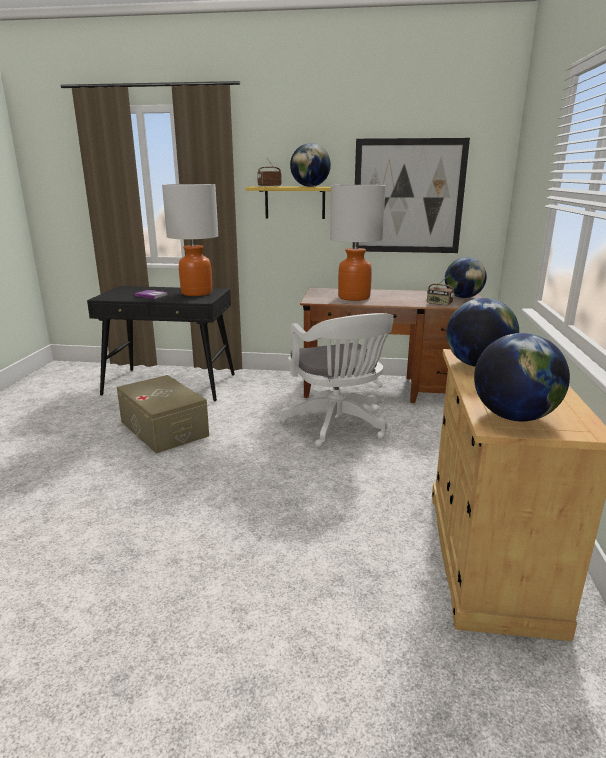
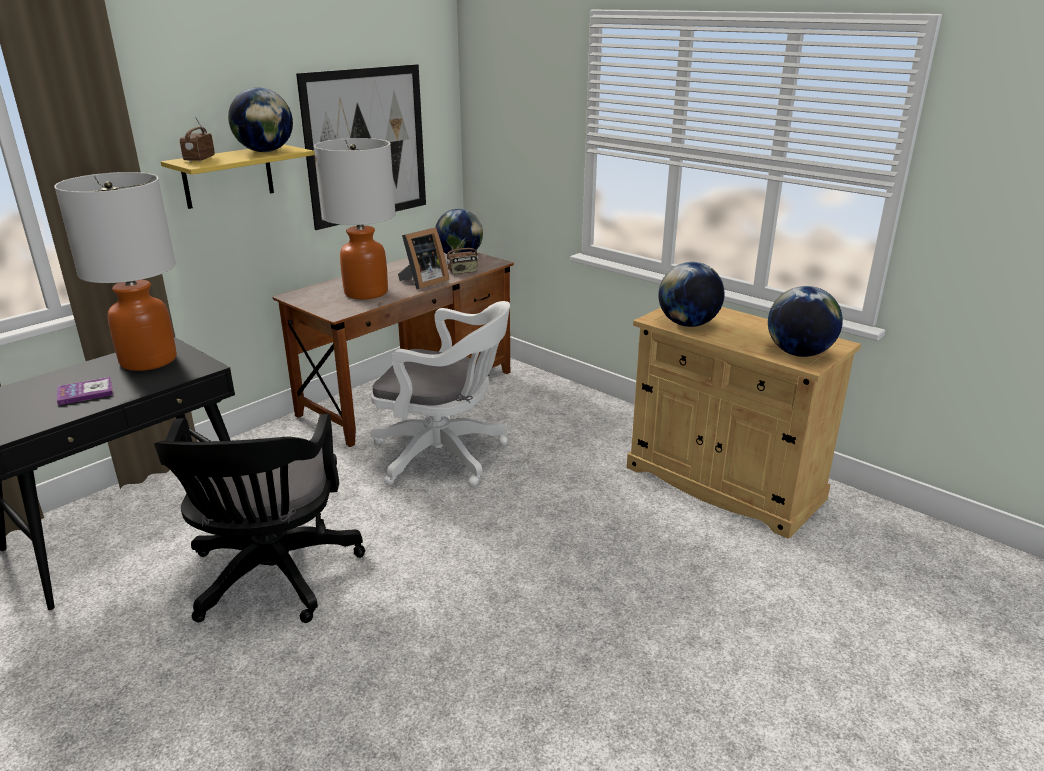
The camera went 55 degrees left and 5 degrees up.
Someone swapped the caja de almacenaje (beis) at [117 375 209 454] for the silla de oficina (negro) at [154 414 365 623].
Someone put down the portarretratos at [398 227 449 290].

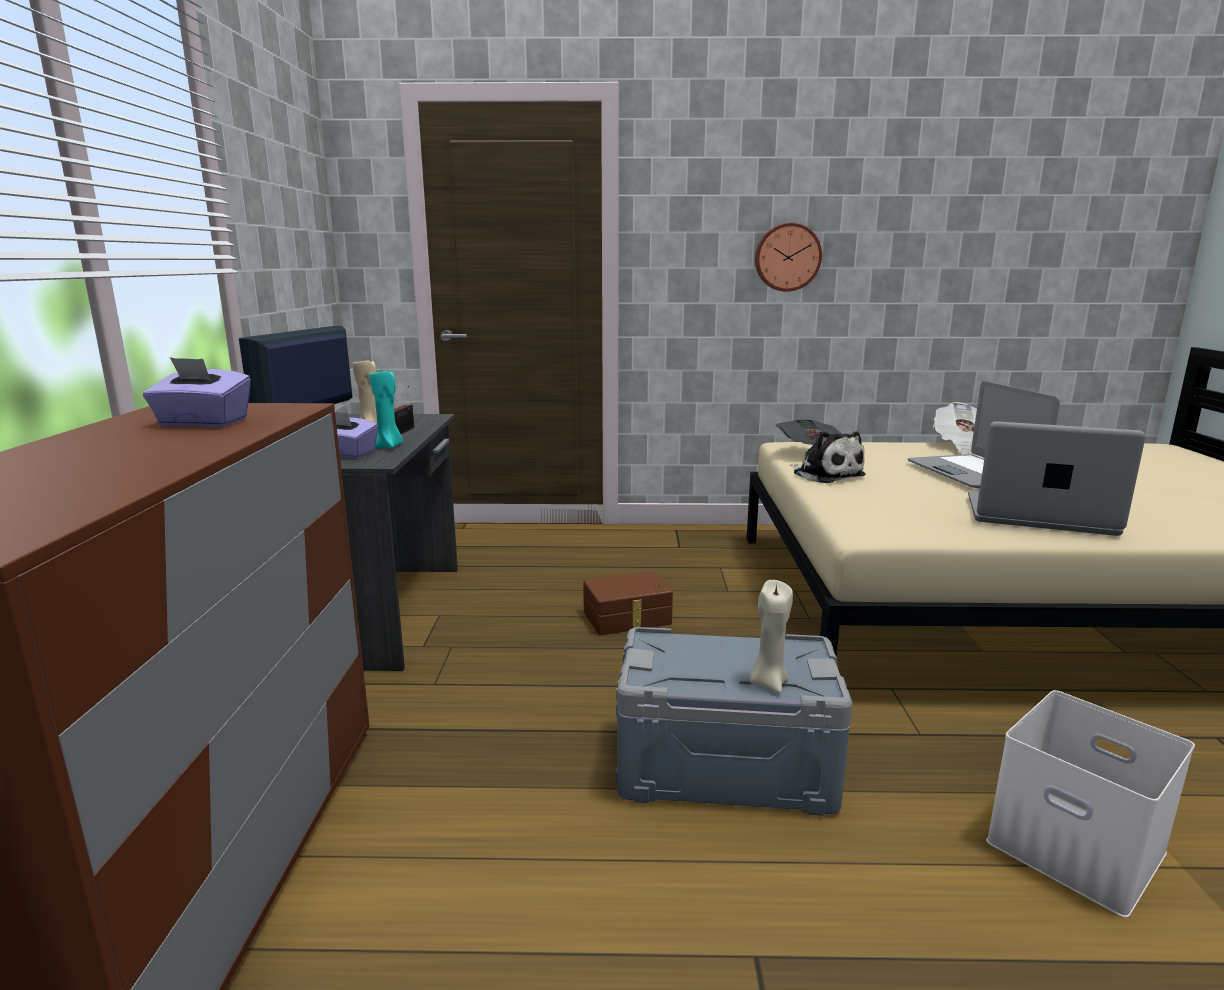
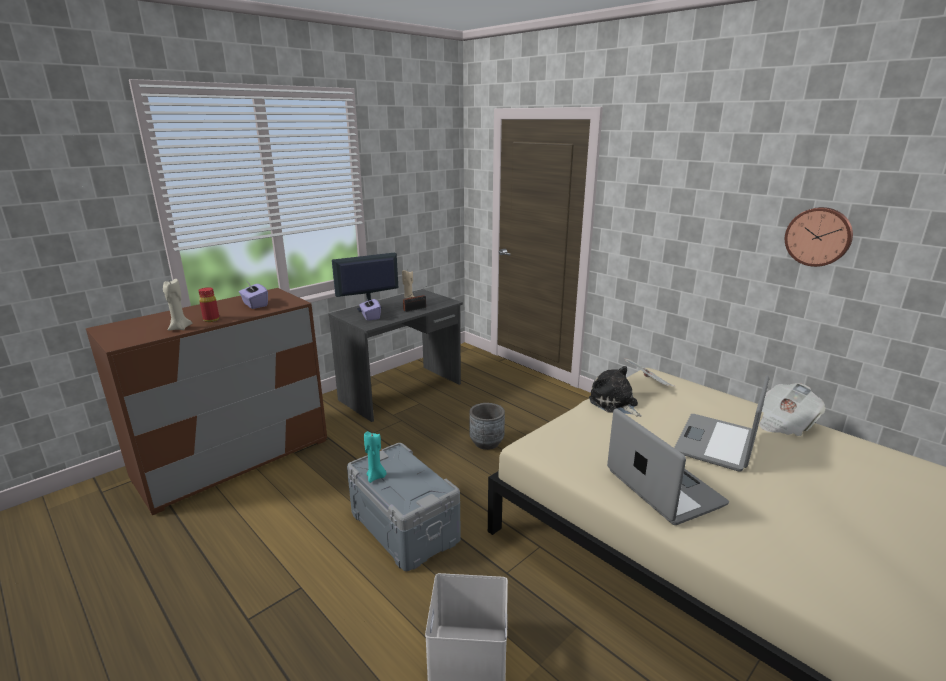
The camera went 45 degrees right and 5 degrees up.
Someone carried the reloj de pared from [755 223 822 292] to [785 207 853 267].
Someone carried the vela (turquesa) from [370 369 403 448] to [364 431 387 483].
Someone rotated the peluche at [790 431 866 483] by 135 degrees clockwise.
Someone swapped the caja de almacenaje (marrón) at [583 571 673 635] for the maceta (gris) at [469 403 505 450].
Someone carried the vela (beis) from [749 580 793 693] to [163 279 192 331].
Someone put down the botella (rojo) at [198 287 219 322].

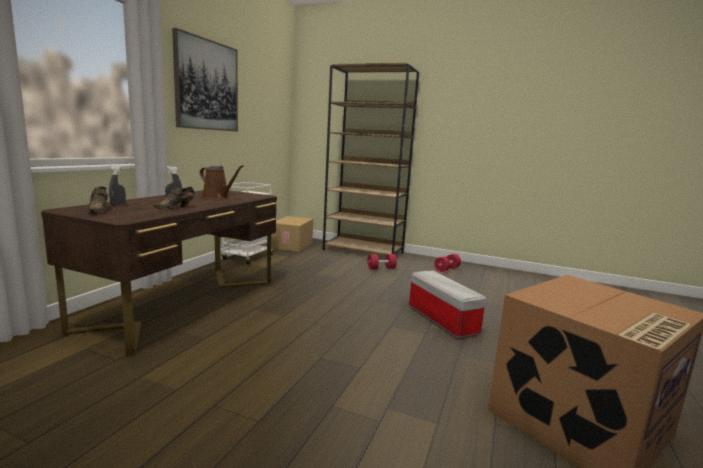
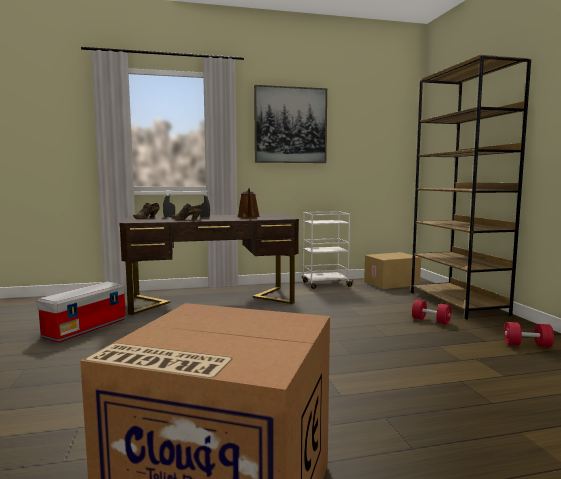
The camera went 55 degrees right and 5 degrees down.
Someone carried the caja de almacenaje from [409 270 486 339] to [37 282 126 342].

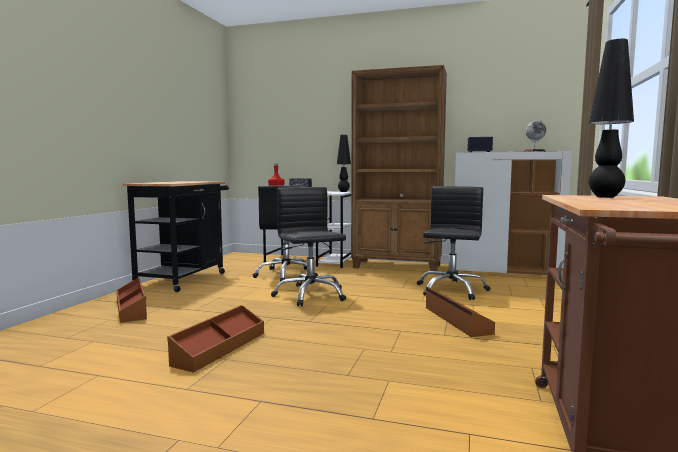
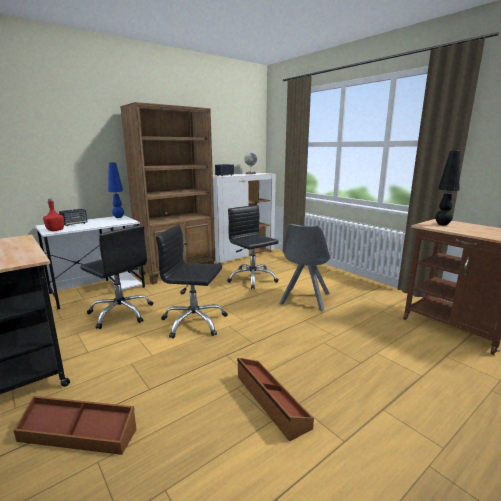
The camera went 55 degrees left and 10 degrees up.
Someone repainted the lámpara de mesa (negro) at [337 135 351 192], which became the lámpara de mesa (azul) at [108 162 124 218].
Someone swapped the caja de almacenaje (marrón) at [426 287 495 337] for the silla (gris) at [279 224 333 311].

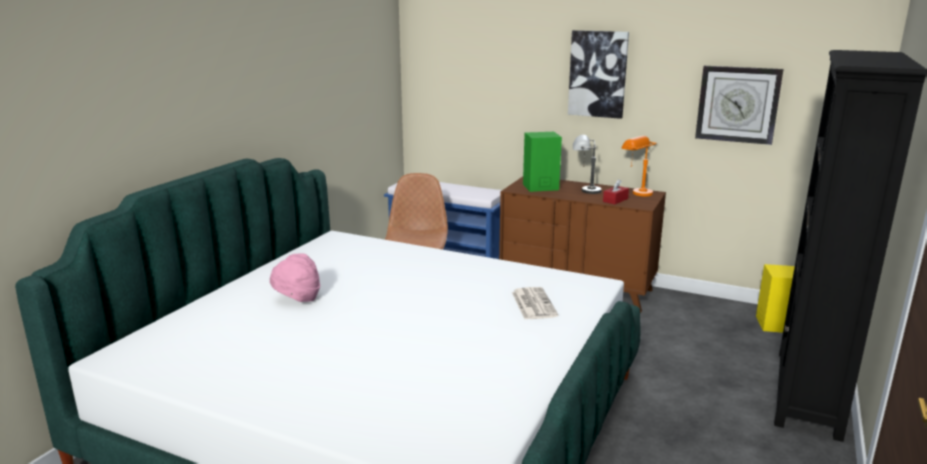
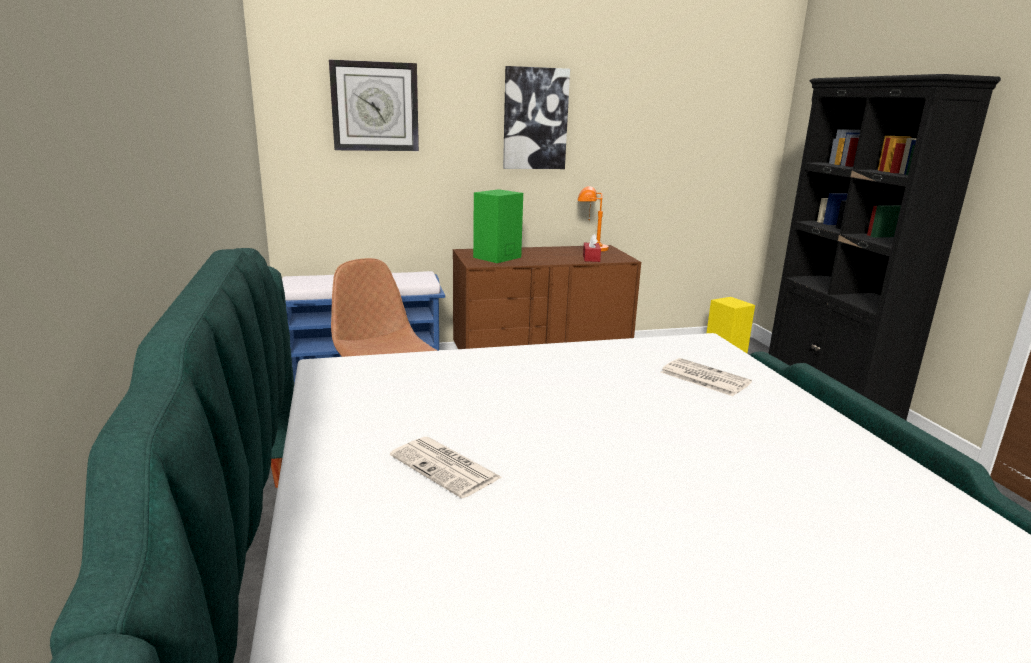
The camera went 40 degrees left and 0 degrees up.
Someone carried the reloj de pared from [695 66 784 145] to [329 60 419 151].
Someone took away the lámpara de mesa (gris) at [573 135 602 194].
Someone swapped the sombrero (rosa) at [270 254 320 302] for the periódico at [390 437 503 498].

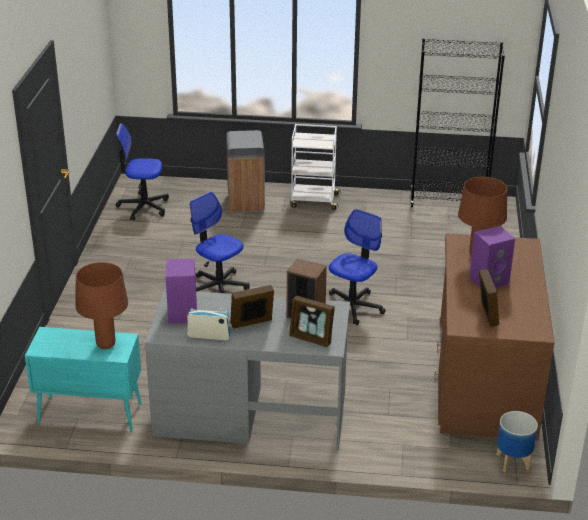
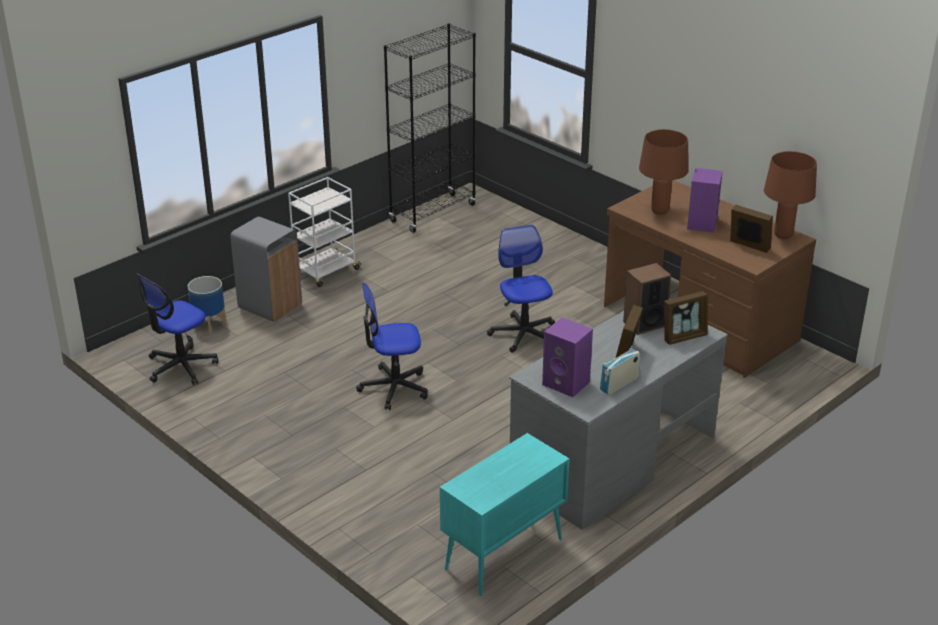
The camera went 50 degrees left and 0 degrees up.
Someone carried the lámpara de mesa (marrón) from [76 262 128 349] to [764 151 817 239].
Someone carried the maceta from [497 411 538 472] to [188 276 226 334].

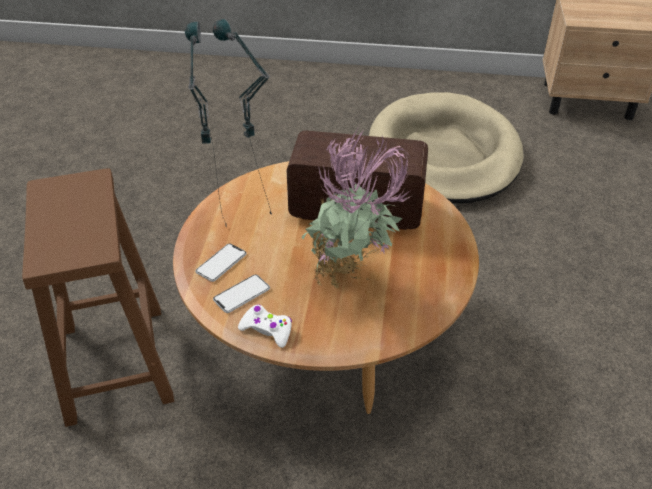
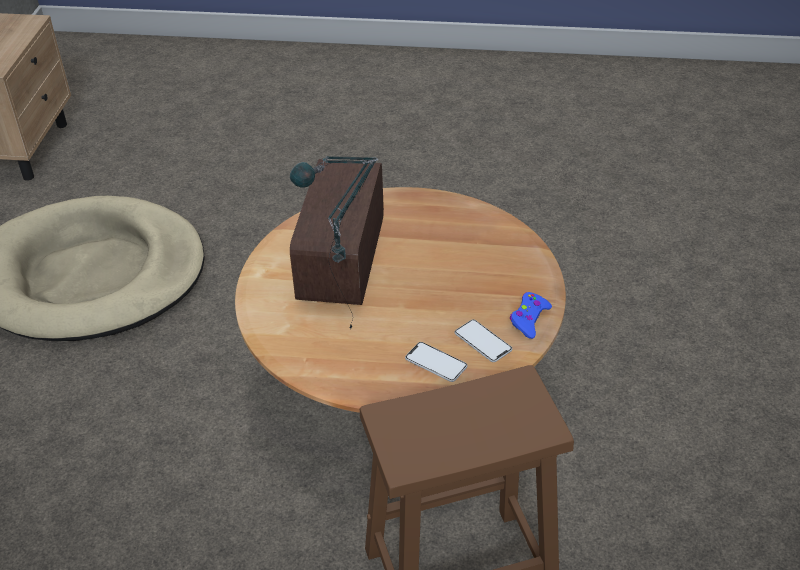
The camera went 90 degrees left and 0 degrees up.
Someone took away the lámpara de mesa at [185 22 227 225].
Someone took away the planta en maceta at [301 126 411 289].
Someone repainted the mando de consola (blanco) at [238 304 292 348], which became the mando de consola (azul) at [510 292 552 339].

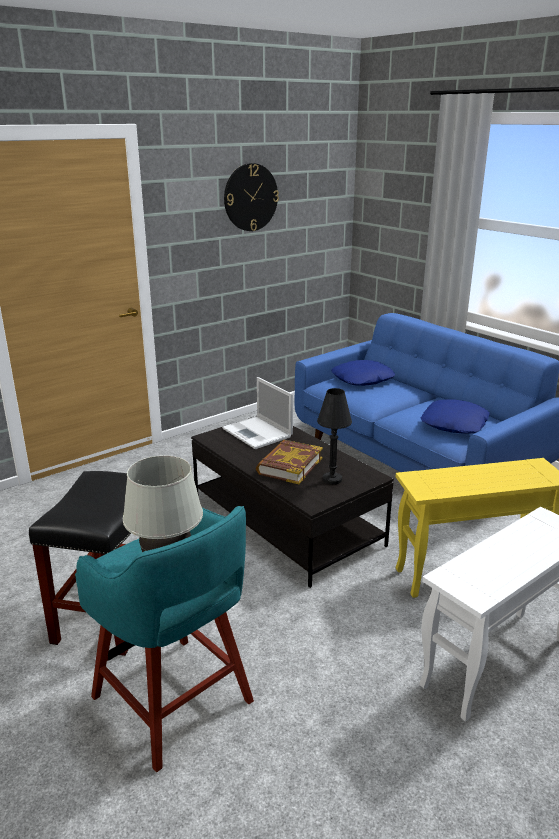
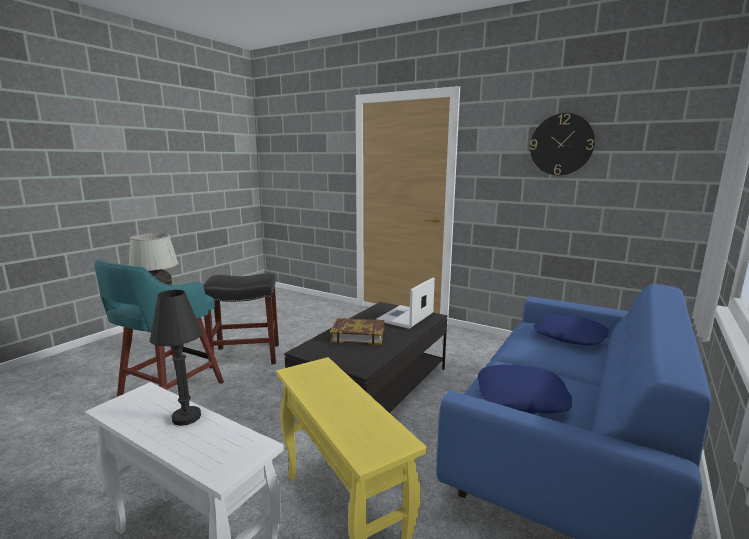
The camera went 70 degrees right and 10 degrees down.
Someone carried the lámpara de mesa (negro) from [317 388 352 485] to [150 290 203 426].

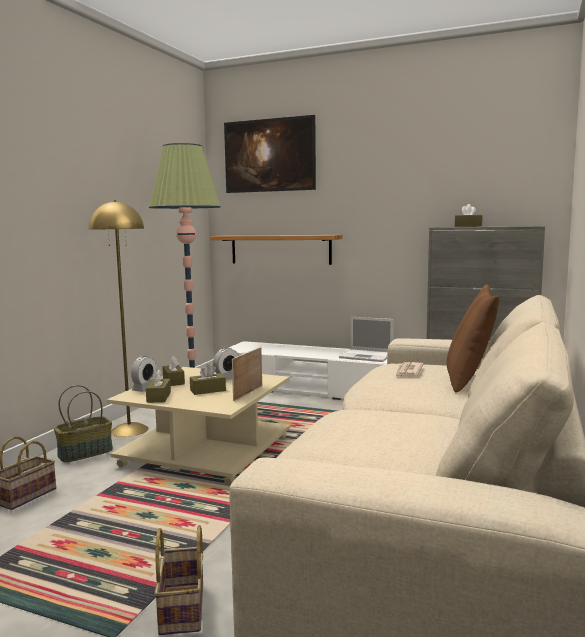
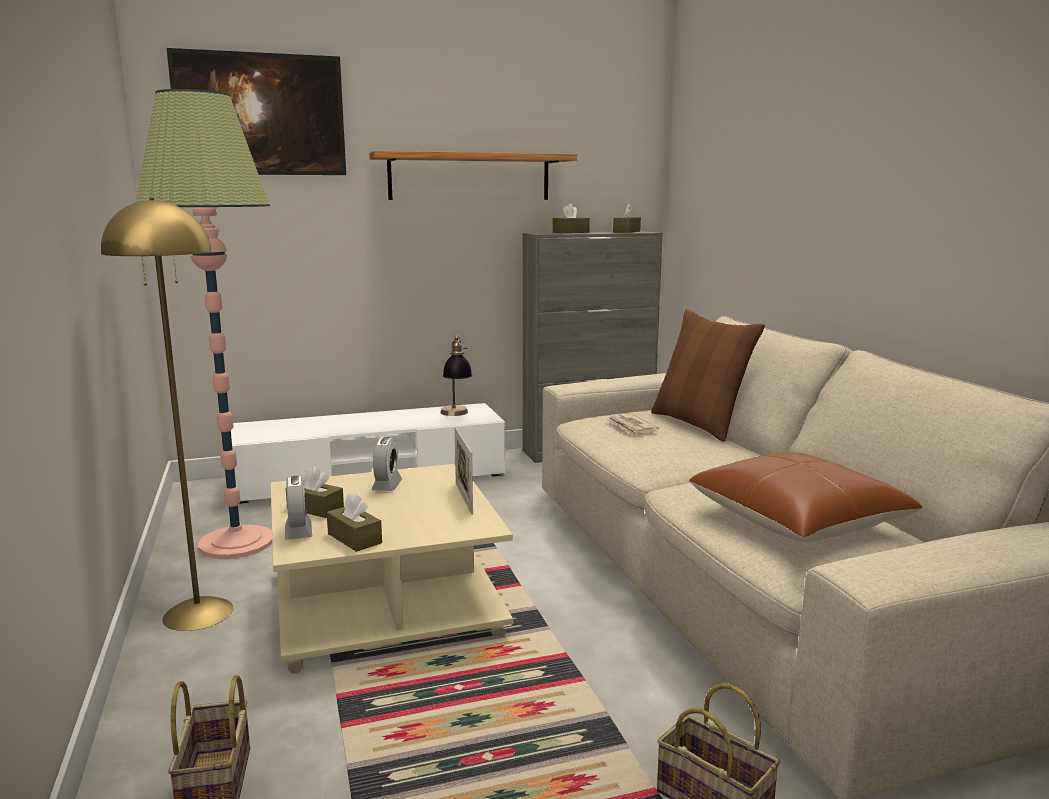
The camera went 40 degrees left and 5 degrees up.
Someone carried the estante from [210 235 342 265] to [369 151 577 200].
Someone swapped the portátil at [339 317 394 362] for the lámpara de mesa at [440 335 472 416].
Someone carried the caja de pañuelos (marrón) from [190 364 226 395] to [613 204 641 233].
Someone took away the cesta at [54 385 113 462].
Someone put down the cojín (marrón) at [689 452 923 542].

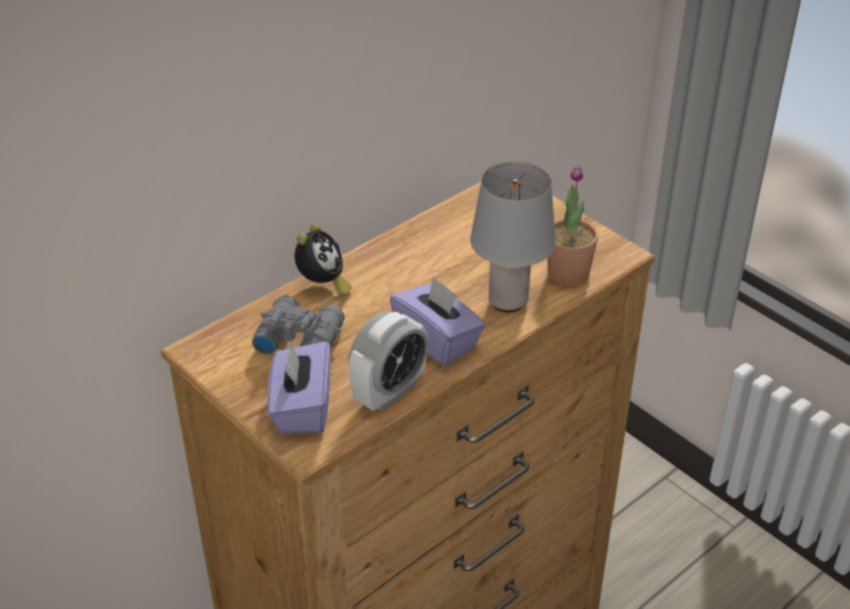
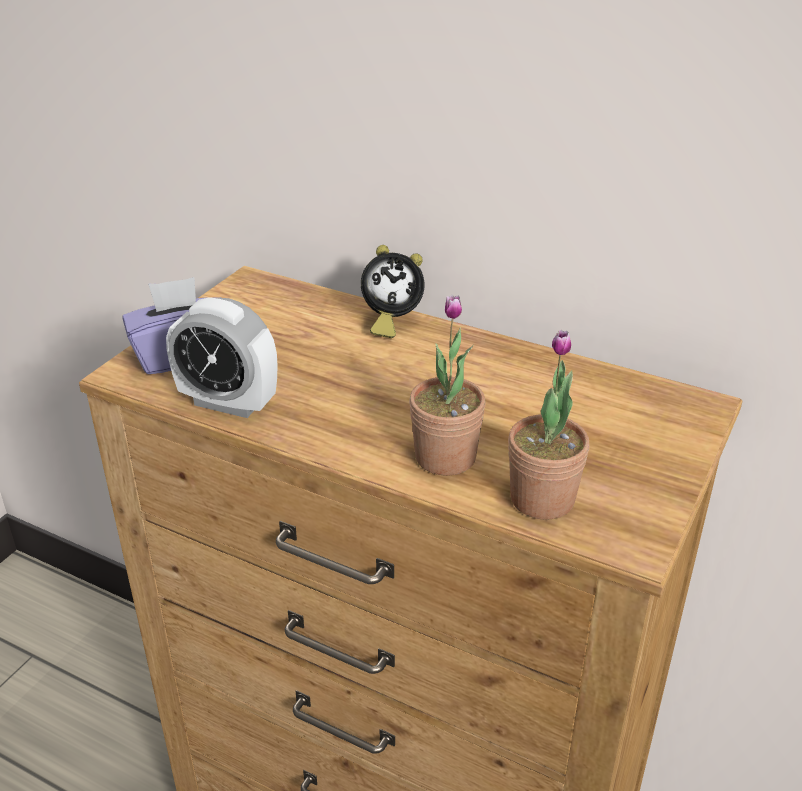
The camera went 70 degrees right and 5 degrees down.
Someone swapped the lámpara de mesa (gris) at [470 161 556 313] for the planta en maceta at [409 295 486 476].
Someone took away the caja de pañuelos (morado) at [390 276 485 366].
Someone took away the prismáticos (gris) at [252 295 345 355].

